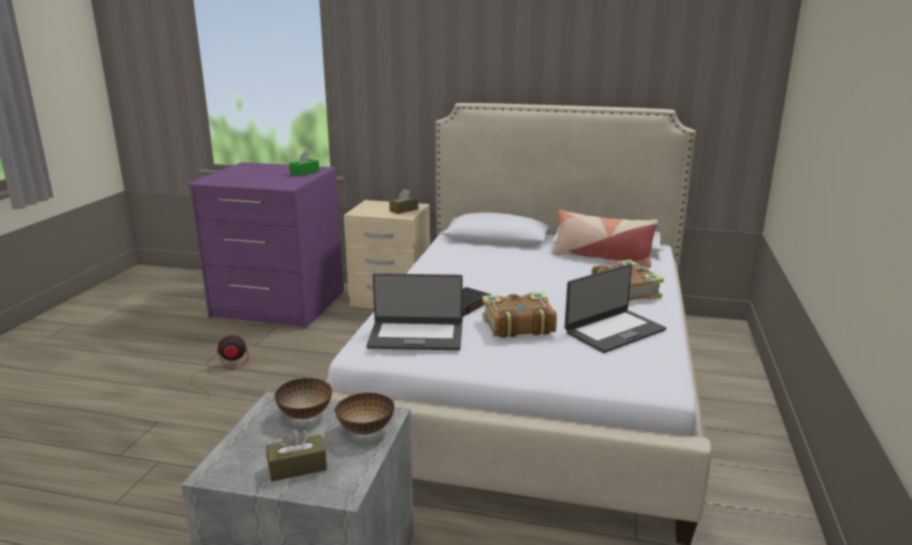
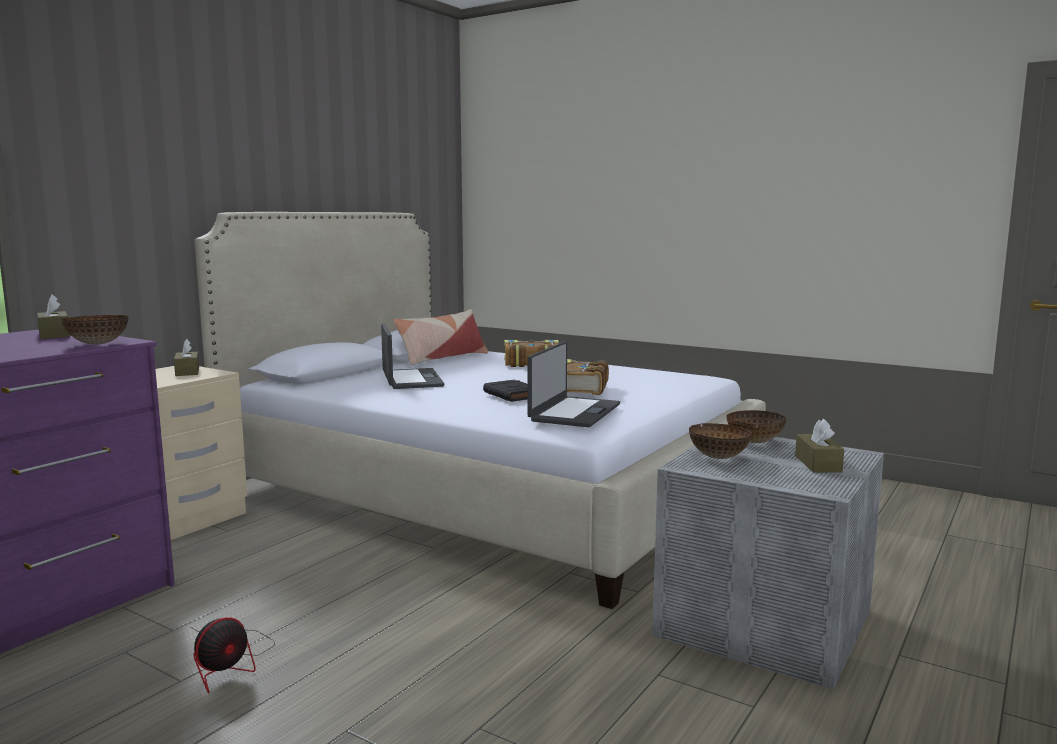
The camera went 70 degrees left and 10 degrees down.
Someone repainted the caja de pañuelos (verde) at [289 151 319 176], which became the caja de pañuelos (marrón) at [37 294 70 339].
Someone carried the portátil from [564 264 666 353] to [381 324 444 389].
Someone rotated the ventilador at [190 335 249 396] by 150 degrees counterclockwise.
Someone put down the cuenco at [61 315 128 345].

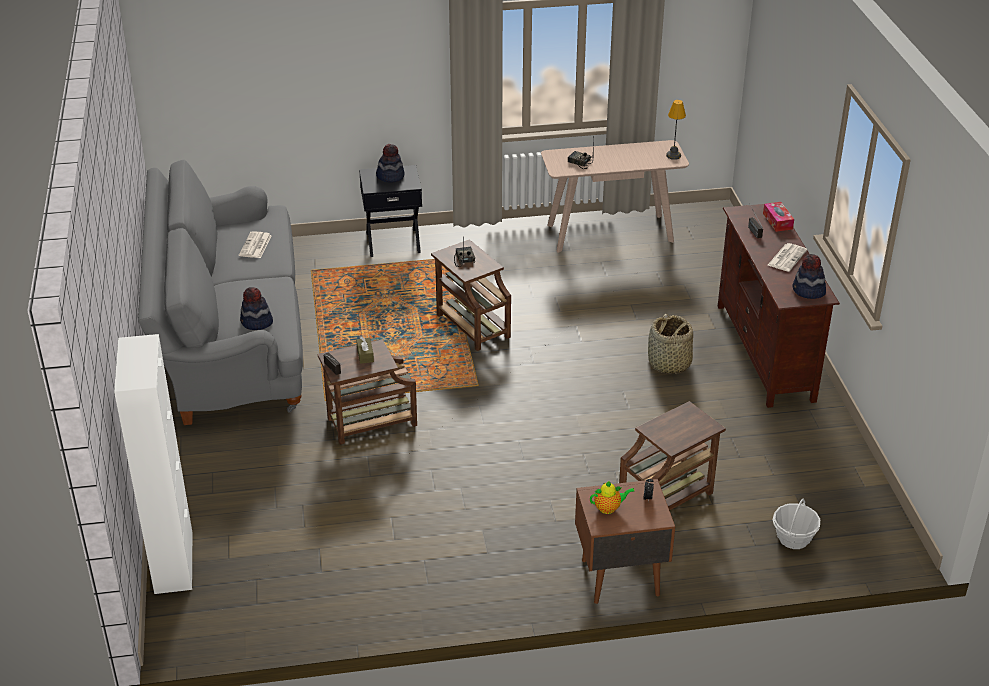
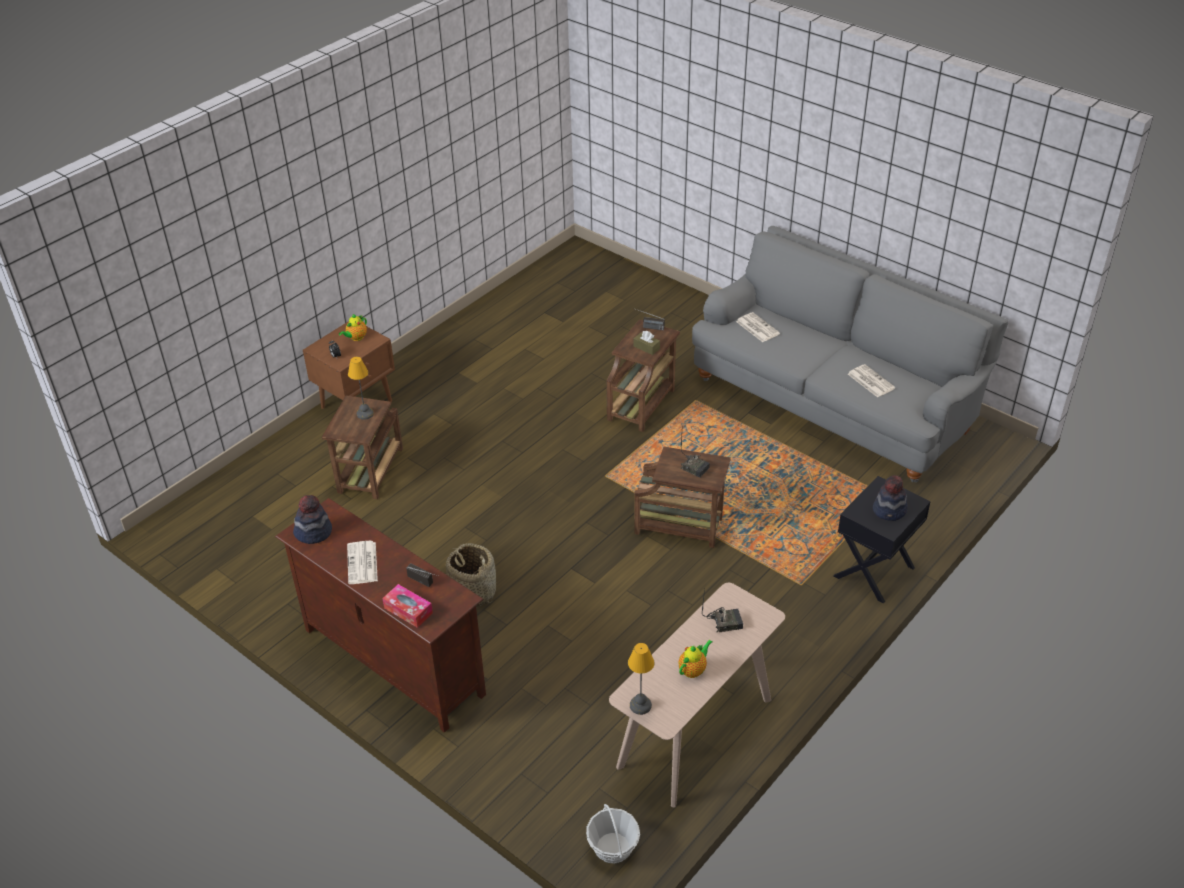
The camera went 140 degrees right and 5 degrees up.
Someone swapped the sombrero at [240 287 273 330] for the periódico at [736 312 780 342].
Someone took away the armario (blanco) at [114 334 193 594].
Someone carried the cesta from [773 498 820 549] to [586 804 640 864].
Someone put down the lámpara de mesa at [348 357 374 420].
Someone put down the tetera at [678 639 713 678].

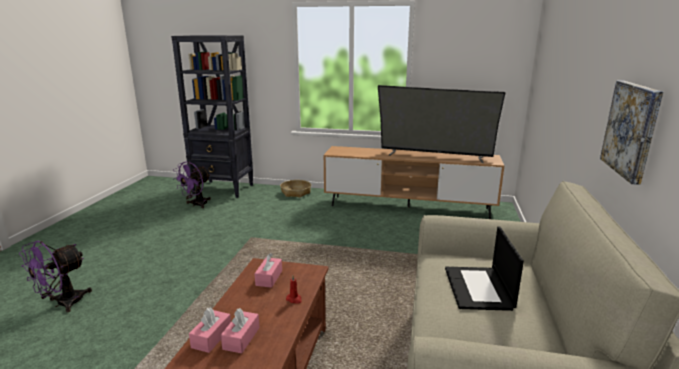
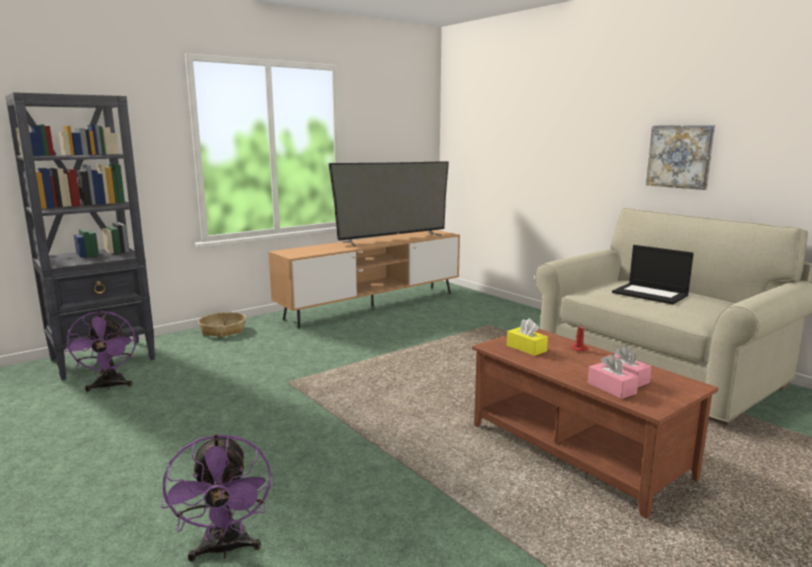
The camera went 50 degrees left and 5 degrees down.
Someone repainted the caja de pañuelos (rosa) at [255 253 282 288], which became the caja de pañuelos (amarillo) at [507 319 548 356].

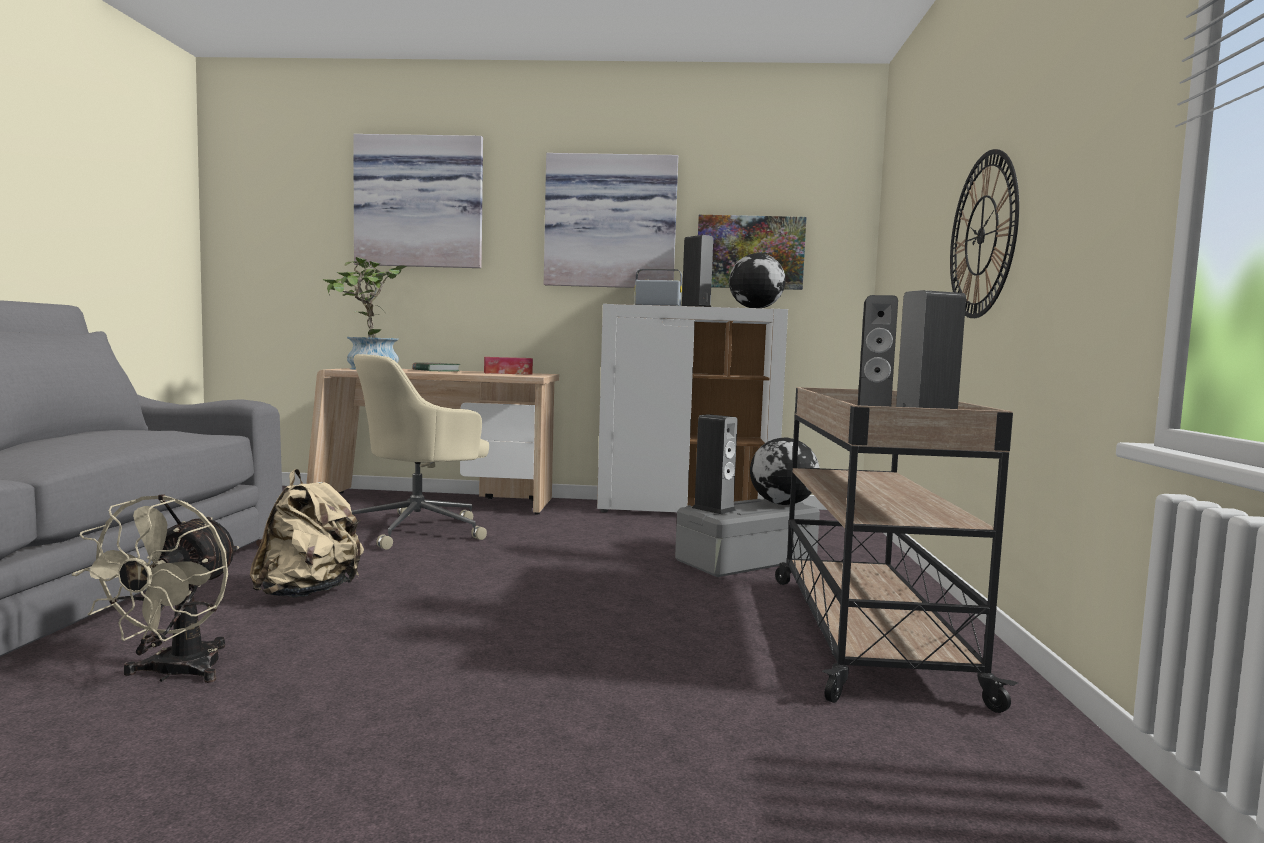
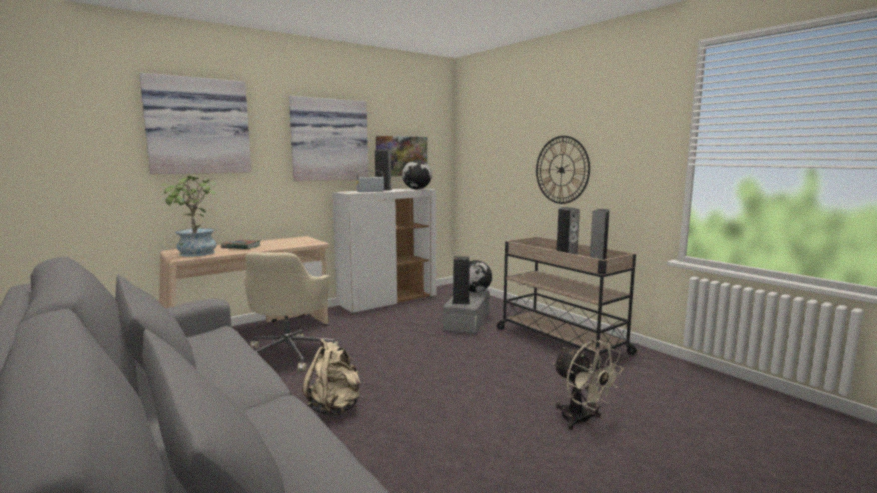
The camera went 40 degrees left and 5 degrees up.
Someone took away the caja de pañuelos at [484 357 533 375].
Someone carried the ventilador (beis) from [72 495 239 683] to [553 340 624 430].

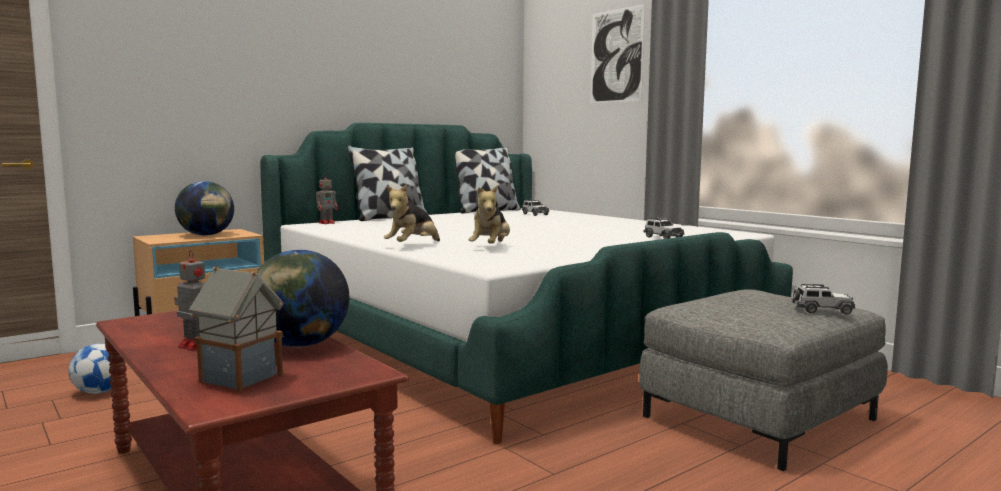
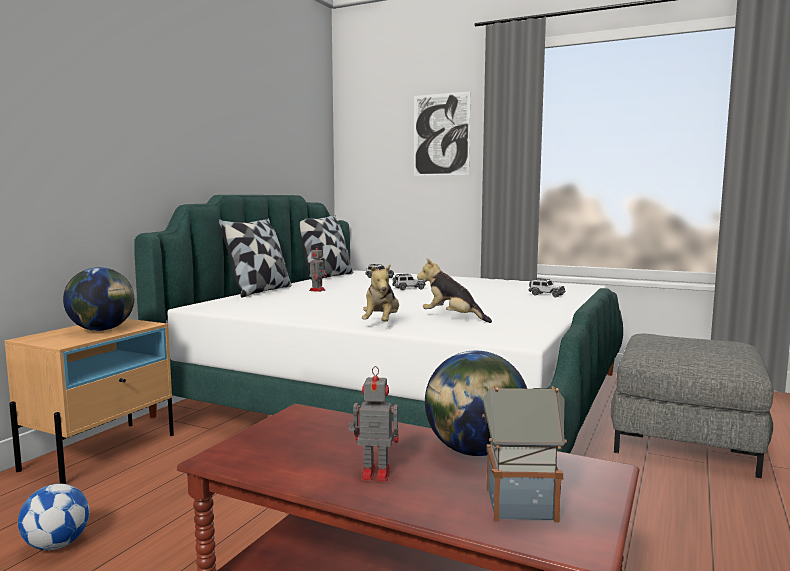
The camera went 25 degrees left and 0 degrees up.
Someone carried the robot de juguete from [316 174 338 224] to [309 244 327 292].
Someone rotated the peluche at [469 185 510 244] by 135 degrees clockwise.
Someone carried the coche de juguete from [792 284 855 315] to [392 274 426 290].

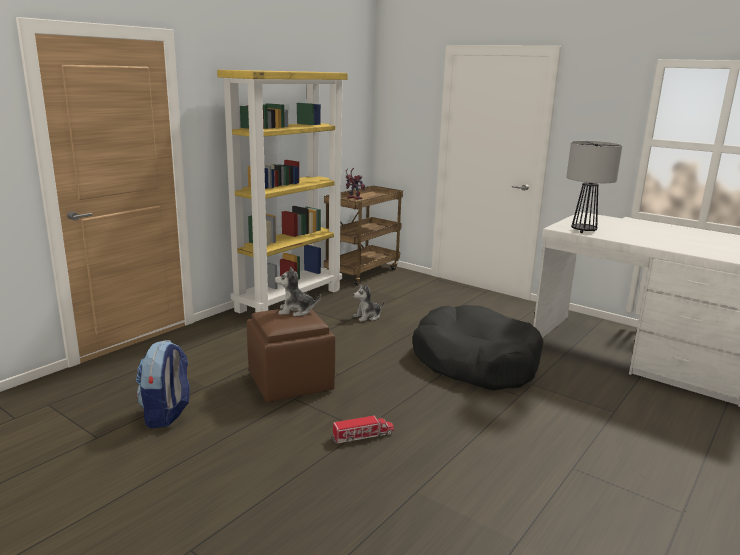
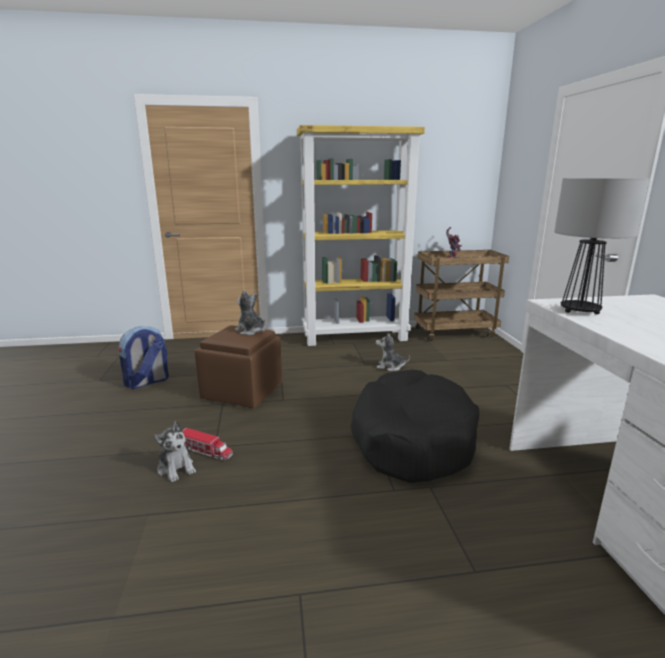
The camera went 45 degrees right and 0 degrees up.
Someone put down the peluche at [155 421 196 482].

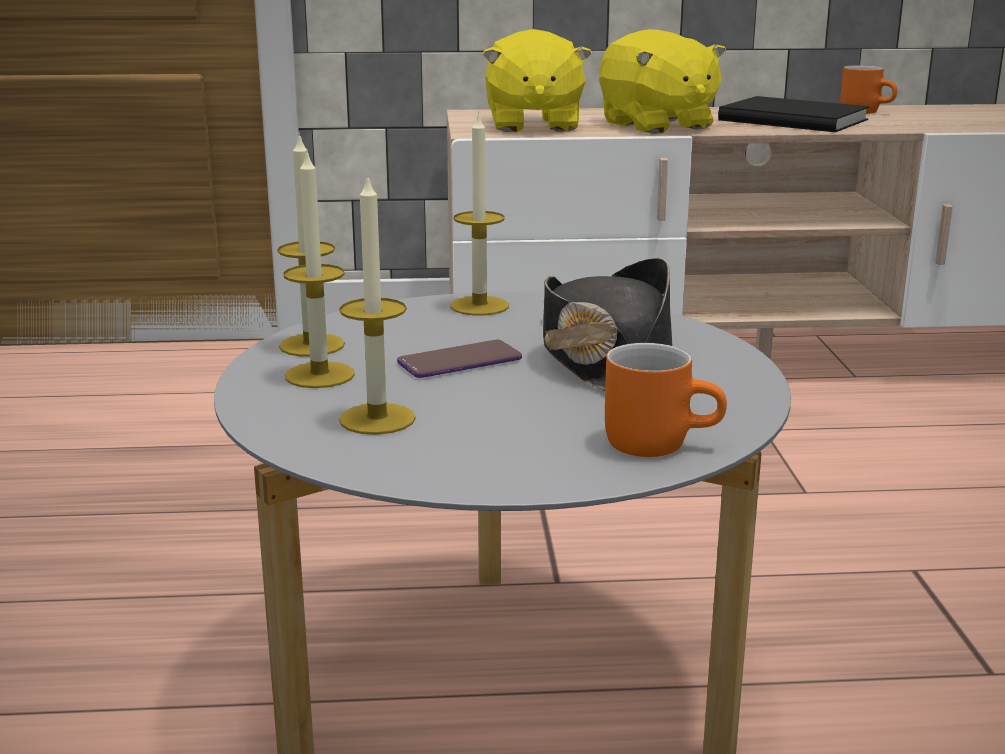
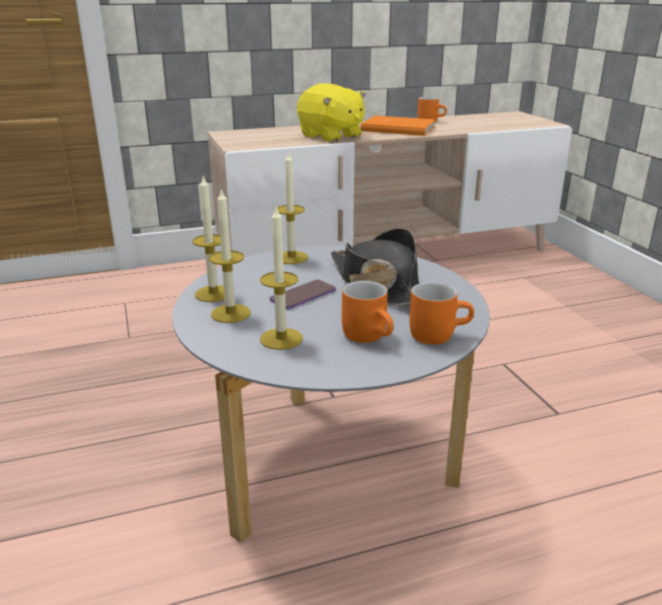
The camera went 15 degrees left and 5 degrees up.
Someone took away the peluche (amarillo) at [483 29 592 132].
Someone repainted the libro (negro) at [718 96 870 132], which became the libro (naranja) at [361 116 436 136].
Someone put down the taza grande (naranja) at [342 281 393 343].

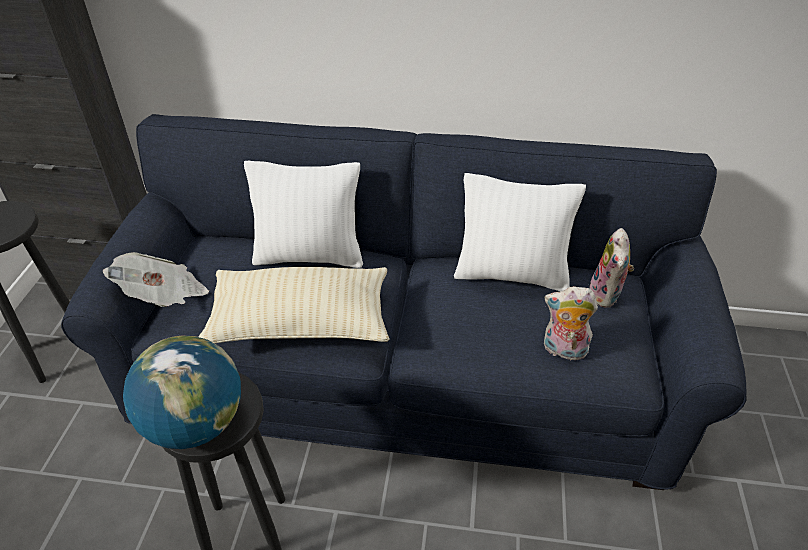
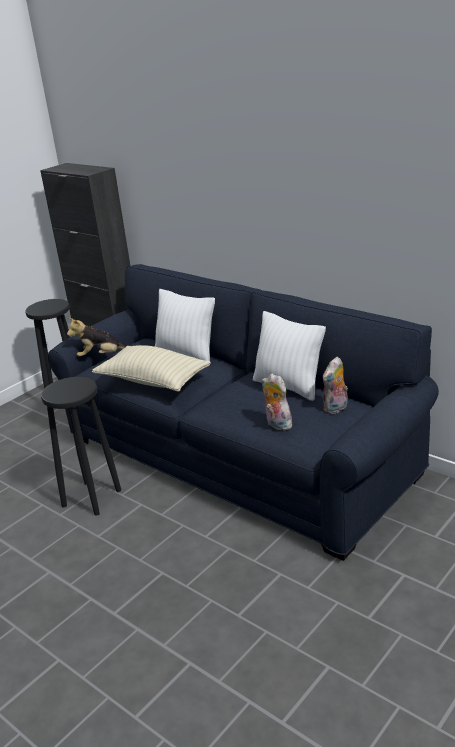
The camera went 35 degrees right and 15 degrees down.
Someone swapped the periódico at [103 252 209 307] for the peluche at [67 318 126 357].
Someone took away the globo terráqueo at [123 335 241 449].

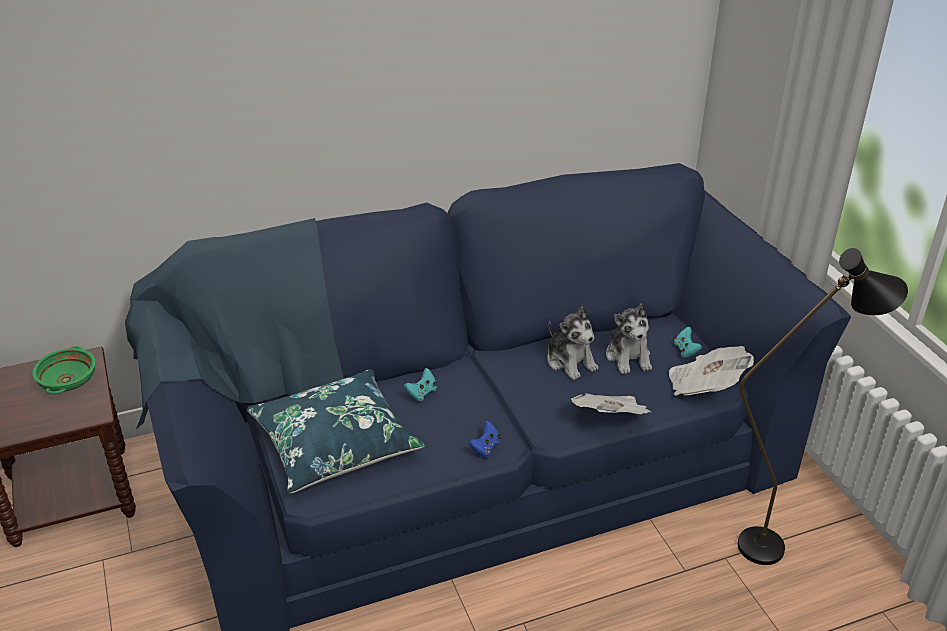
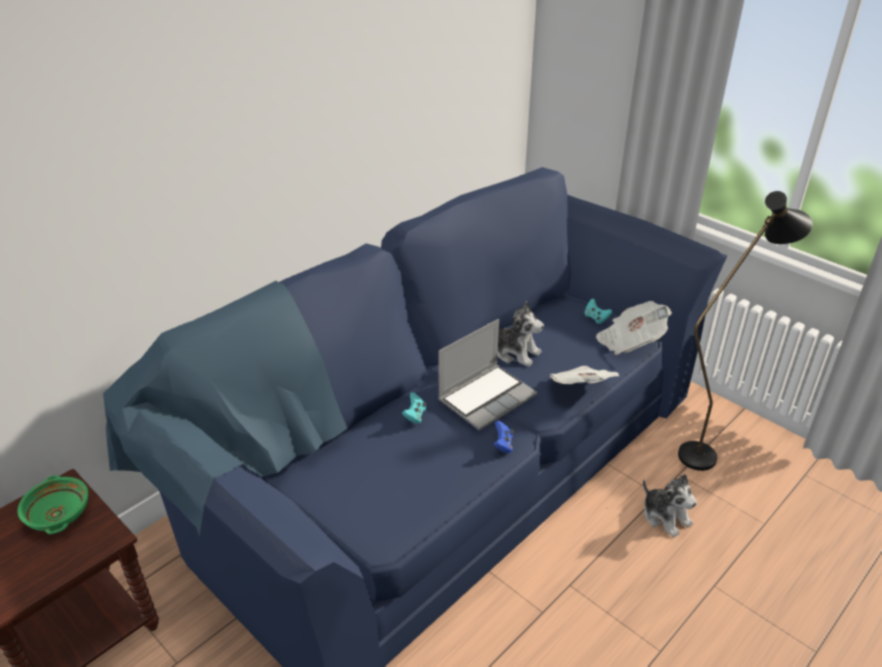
The camera went 25 degrees left and 0 degrees up.
Someone carried the peluche from [606 303 652 374] to [643 474 697 538].
Someone took away the cojín (azul) at [247 369 425 494].
Someone put down the portátil at [438 319 537 431].

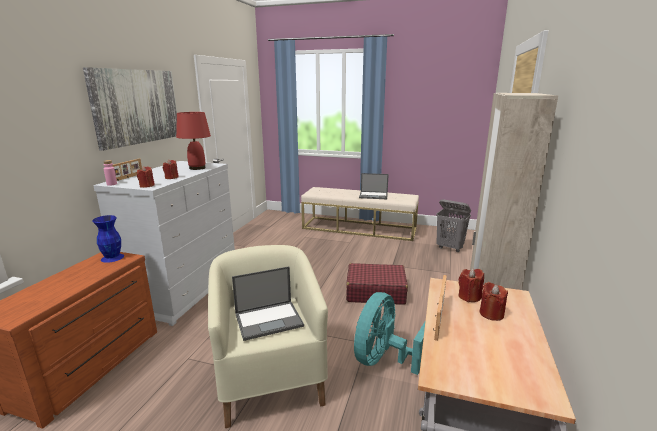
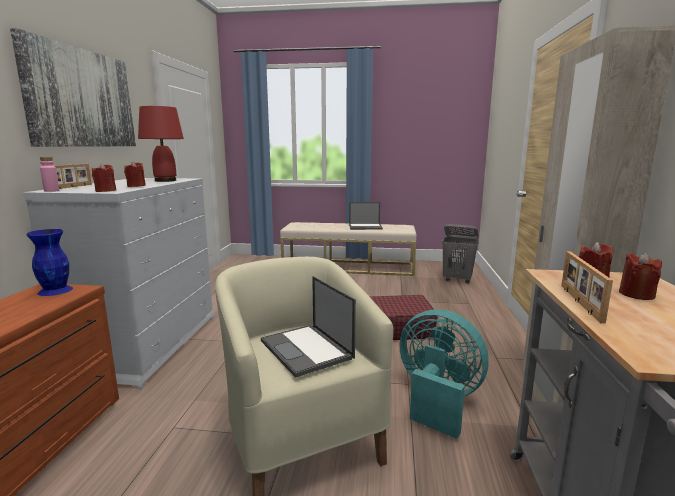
The camera went 10 degrees left and 5 degrees down.
Someone rotated the portátil at [232 266 304 341] by 90 degrees clockwise.
Someone rotated the ventilador (turquesa) at [354 292 426 375] by 105 degrees clockwise.

